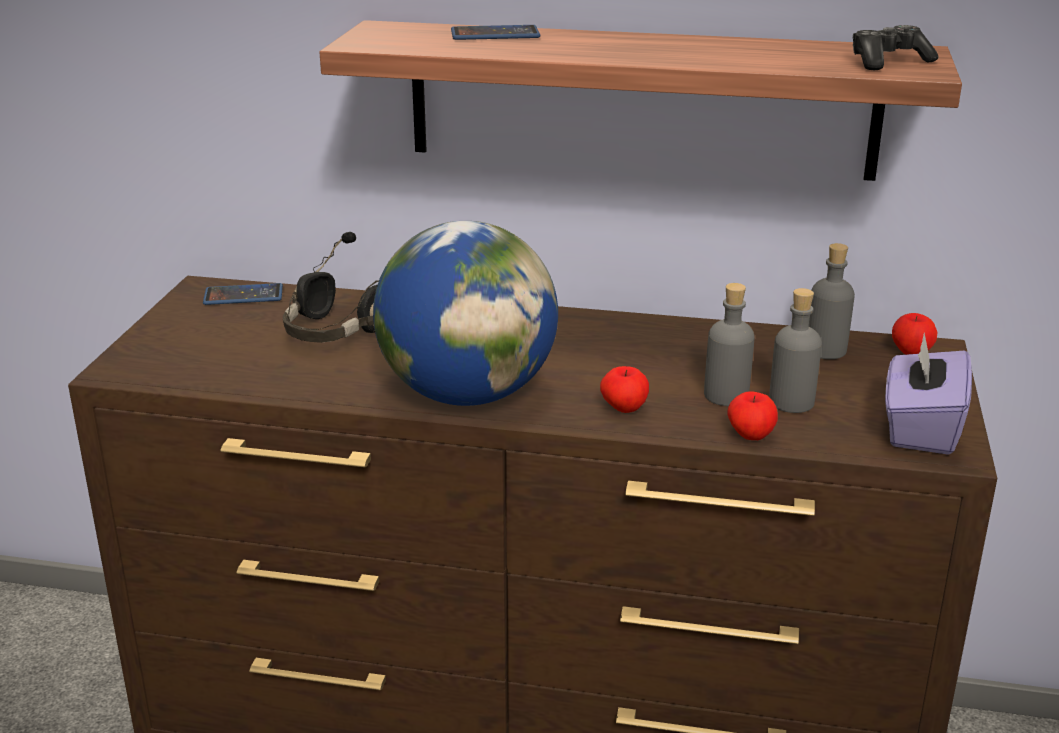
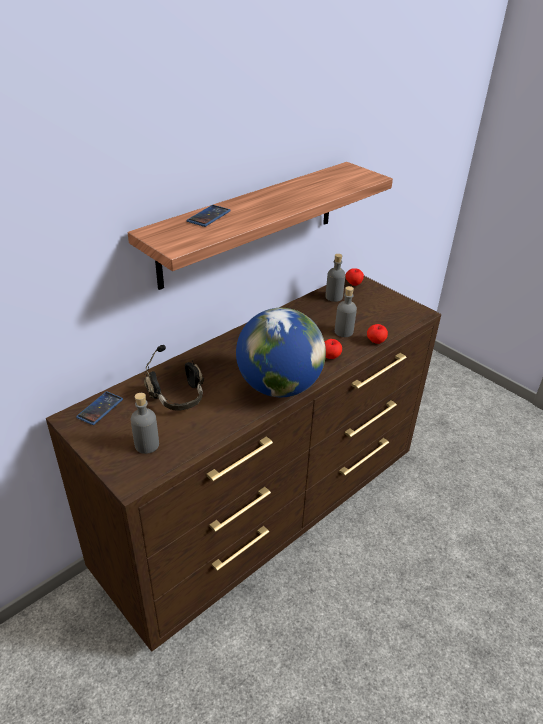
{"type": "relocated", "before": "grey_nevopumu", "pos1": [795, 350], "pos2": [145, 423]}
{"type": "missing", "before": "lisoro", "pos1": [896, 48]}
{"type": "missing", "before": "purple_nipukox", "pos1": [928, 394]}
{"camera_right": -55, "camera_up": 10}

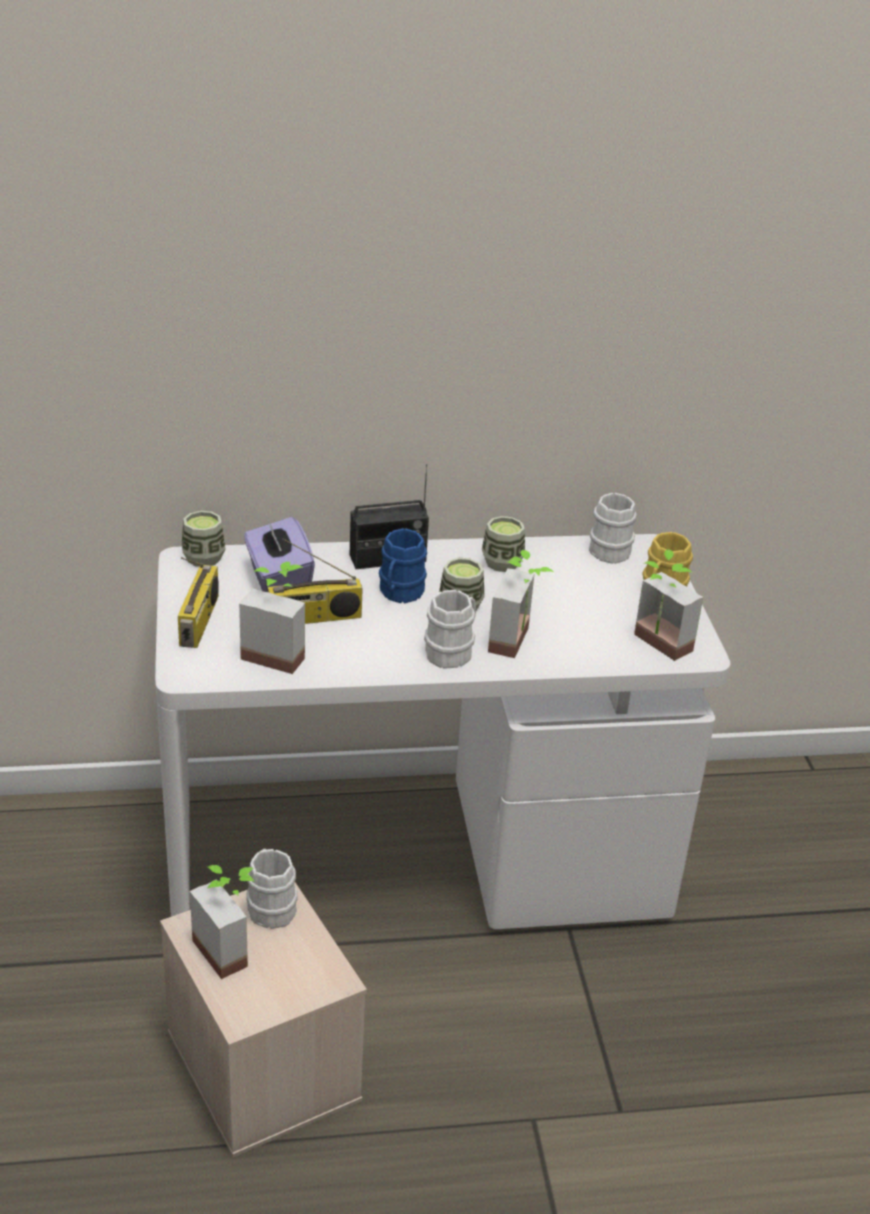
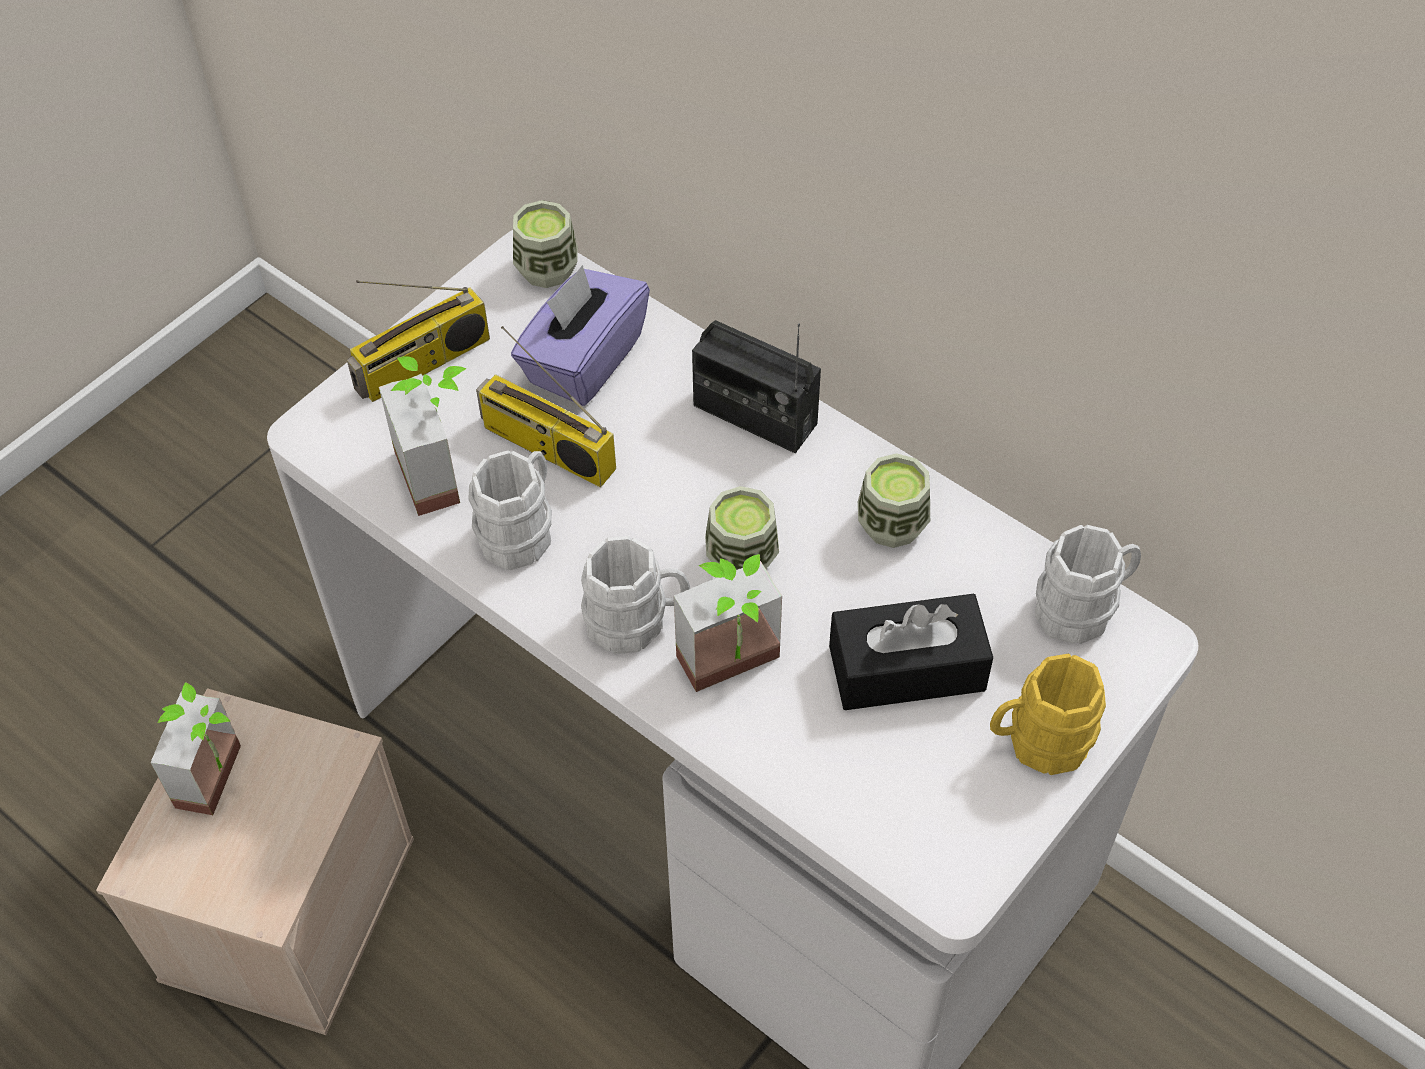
{"type": "relocated", "before": "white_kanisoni", "pos1": [272, 889], "pos2": [510, 510]}
{"type": "missing", "before": "blue_kanisoni", "pos1": [403, 565]}
{"type": "missing", "before": "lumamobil", "pos1": [668, 605]}
{"type": "appeared", "after": "black_nipukox", "pos2": [911, 652]}
{"camera_right": 50, "camera_up": 20}

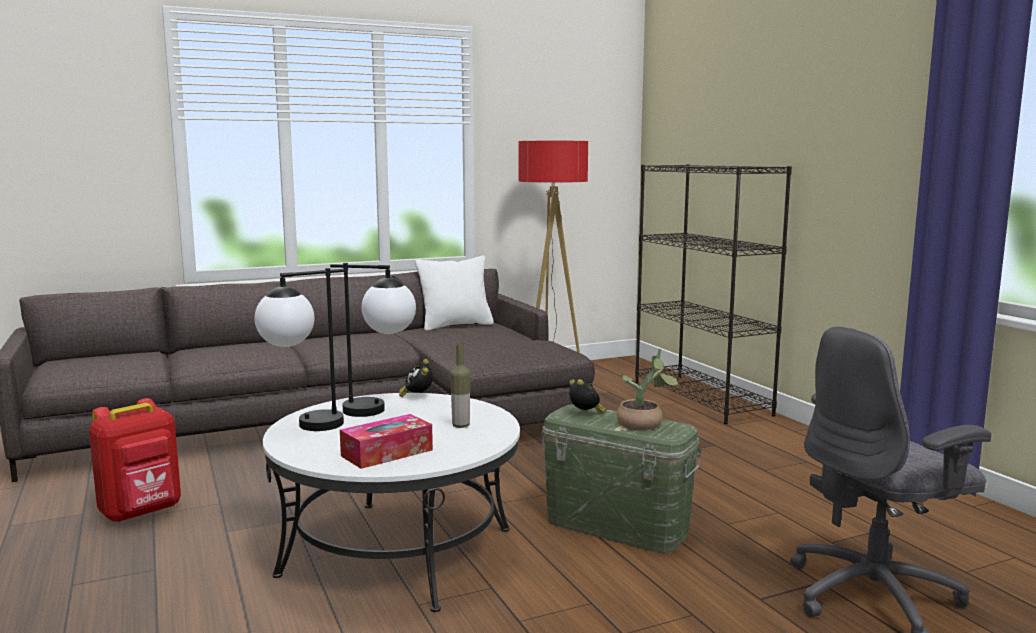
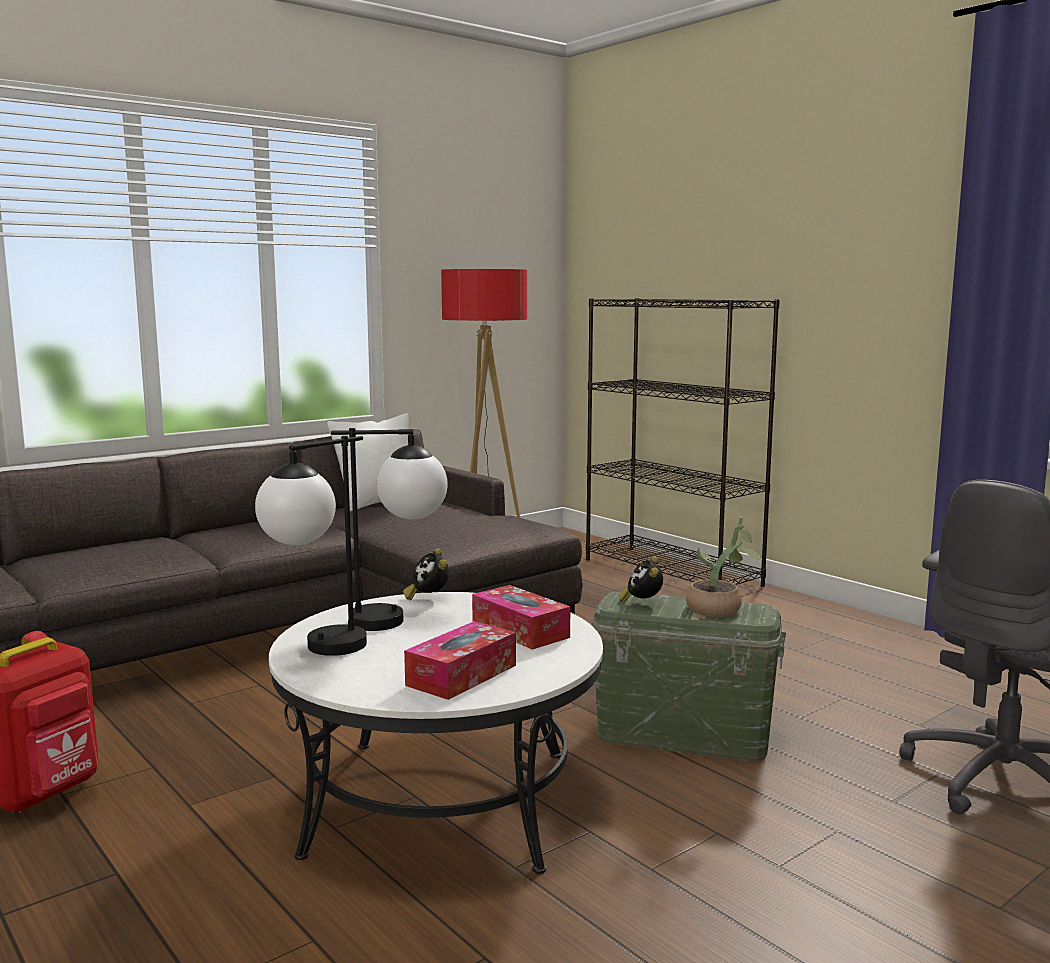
{"type": "exchanged", "before": "nevopumu", "after": "nipukox", "pos1": [460, 385], "pos2": [521, 617]}
{"type": "spun", "before": "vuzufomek", "pos1": [587, 396], "pos2": [641, 579], "turn": -135}
{"camera_right": -15, "camera_up": 0}

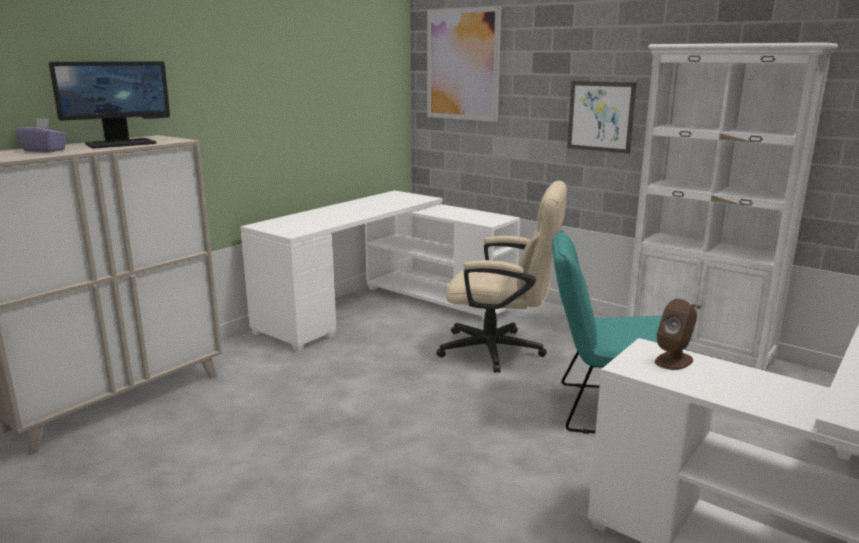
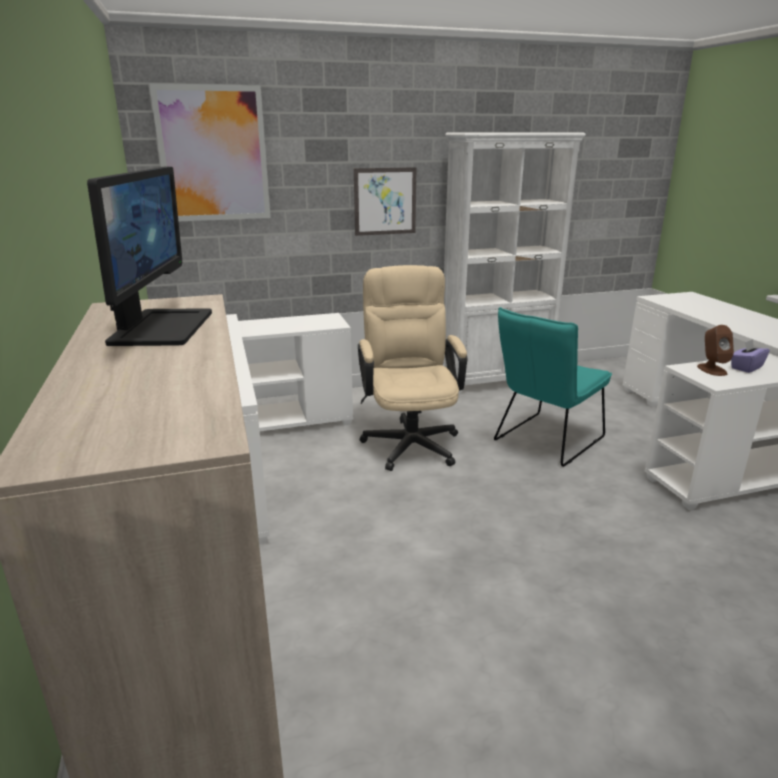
{"type": "relocated", "before": "purple_nipukox", "pos1": [41, 135], "pos2": [750, 356]}
{"type": "spun", "before": "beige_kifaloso", "pos1": [501, 277], "pos2": [412, 368], "turn": -60}
{"camera_right": -55, "camera_up": 5}

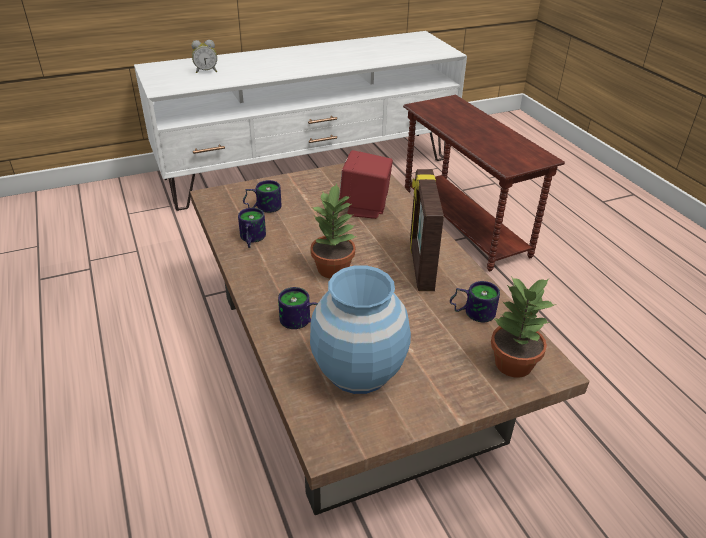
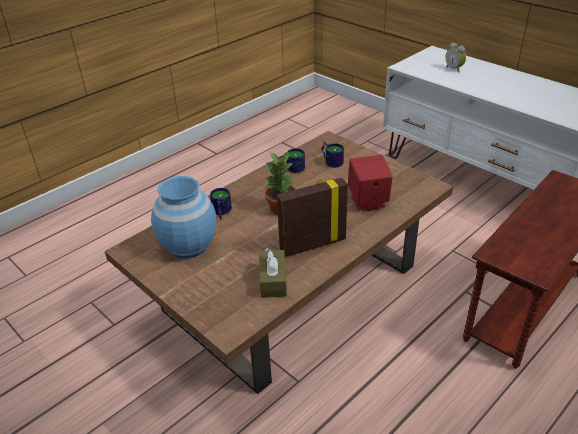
{"type": "exchanged", "before": "kanisoni", "after": "brown_nipukox", "pos1": [475, 301], "pos2": [273, 273]}
{"type": "missing", "before": "lumamobil", "pos1": [524, 327]}
{"camera_right": 70, "camera_up": 0}

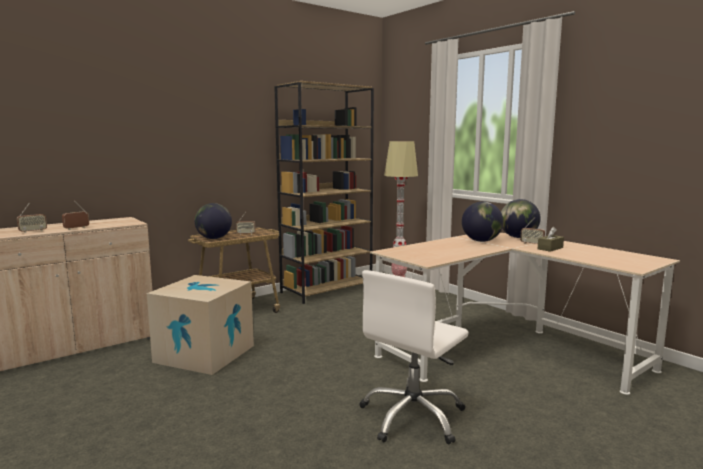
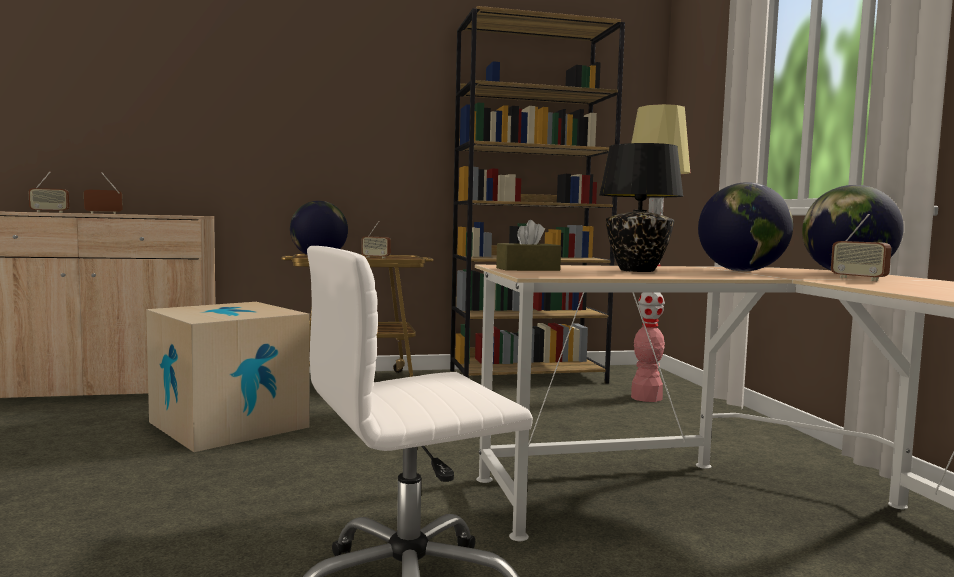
{"type": "relocated", "before": "brown_nipukox", "pos1": [551, 239], "pos2": [528, 245]}
{"type": "appeared", "after": "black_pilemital", "pos2": [641, 207]}
{"camera_right": 25, "camera_up": -5}

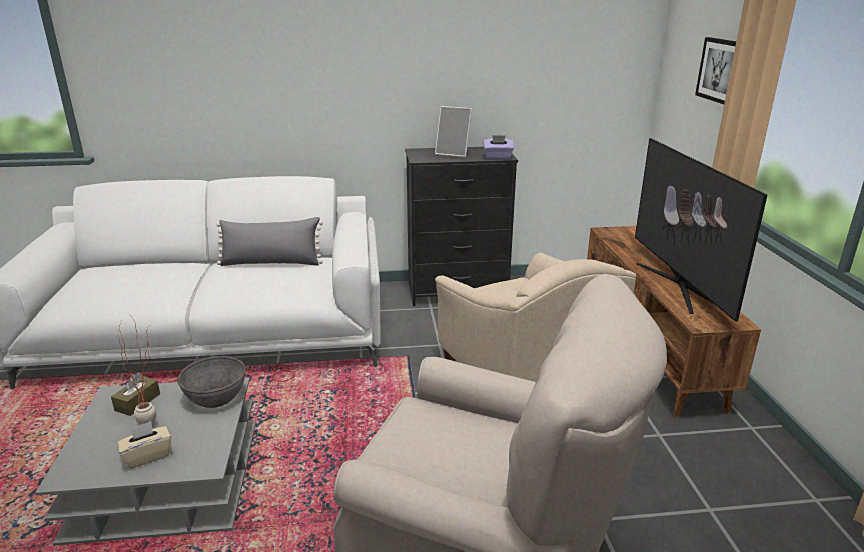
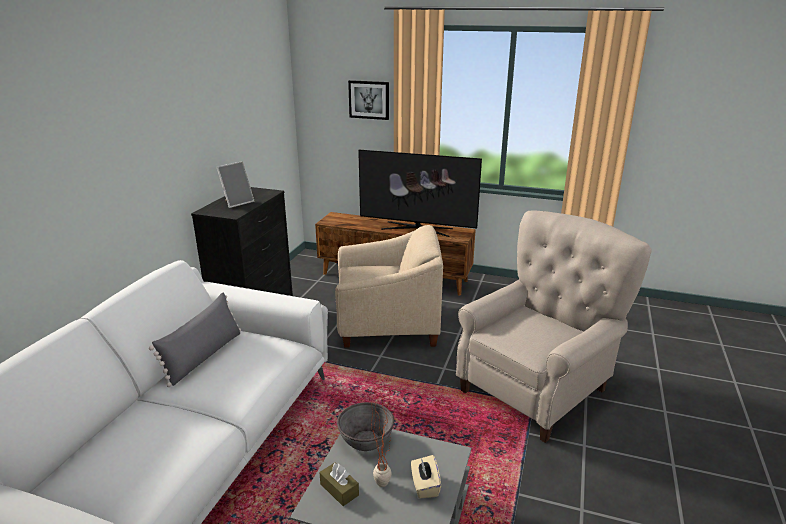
{"type": "missing", "before": "purple_nipukox", "pos1": [498, 147]}
{"camera_right": -65, "camera_up": 0}

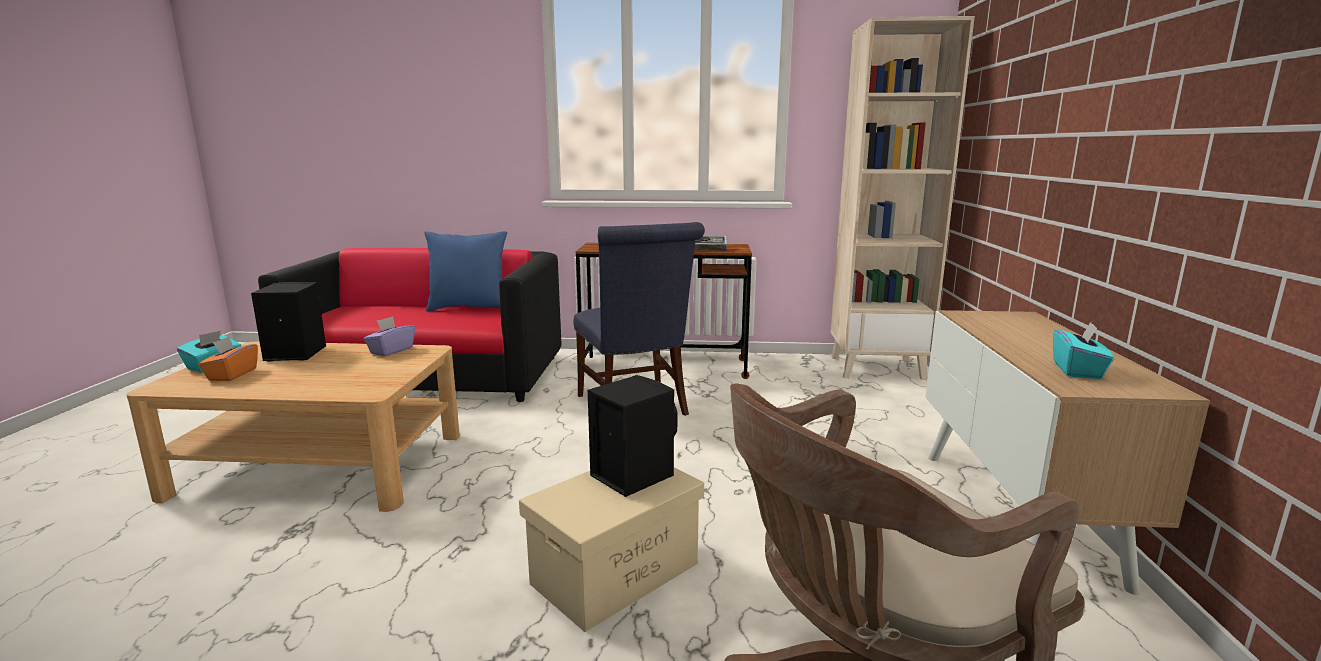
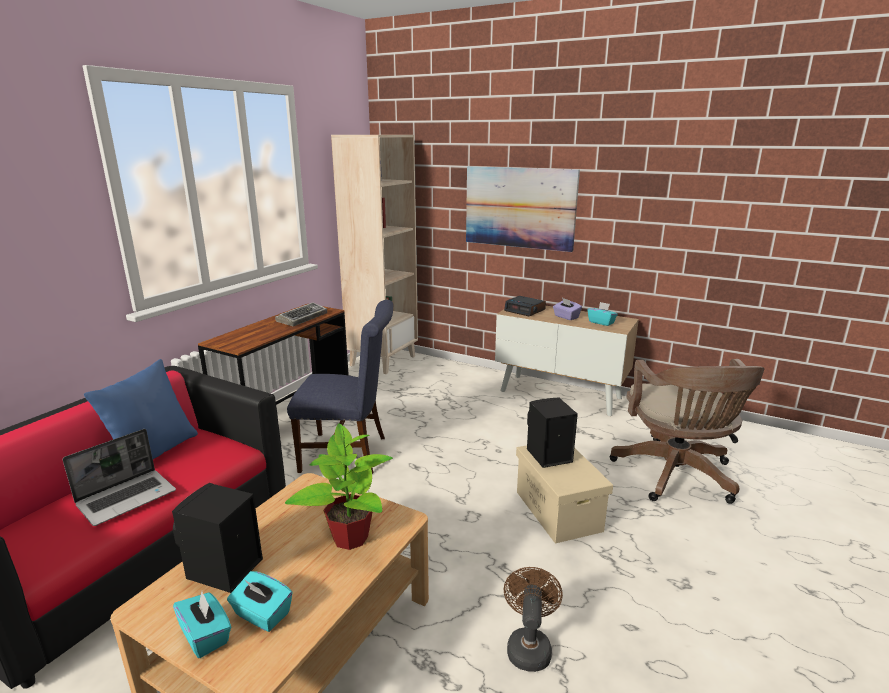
{"type": "colour", "before": "orange_nipukox", "after": "turquoise_nipukox", "pos1": [228, 358], "pos2": [260, 601]}
{"type": "relocated", "before": "purple_nipukox", "pos1": [389, 336], "pos2": [567, 309]}
{"type": "appeared", "after": "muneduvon", "pos2": [119, 477]}
{"type": "appeared", "after": "lumamobil", "pos2": [339, 486]}
{"type": "appeared", "after": "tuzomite", "pos2": [523, 209]}
{"type": "appeared", "after": "vuzufomek", "pos2": [525, 306]}
{"type": "appeared", "after": "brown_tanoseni", "pos2": [533, 619]}
{"camera_right": -65, "camera_up": 5}

